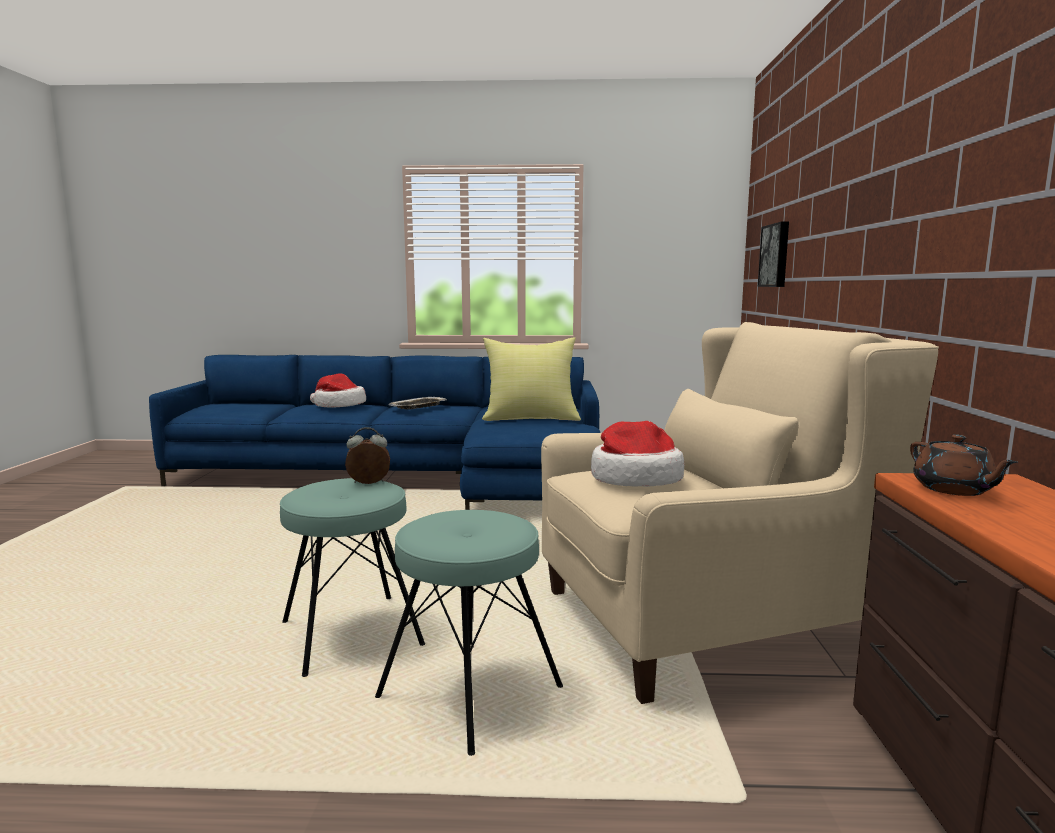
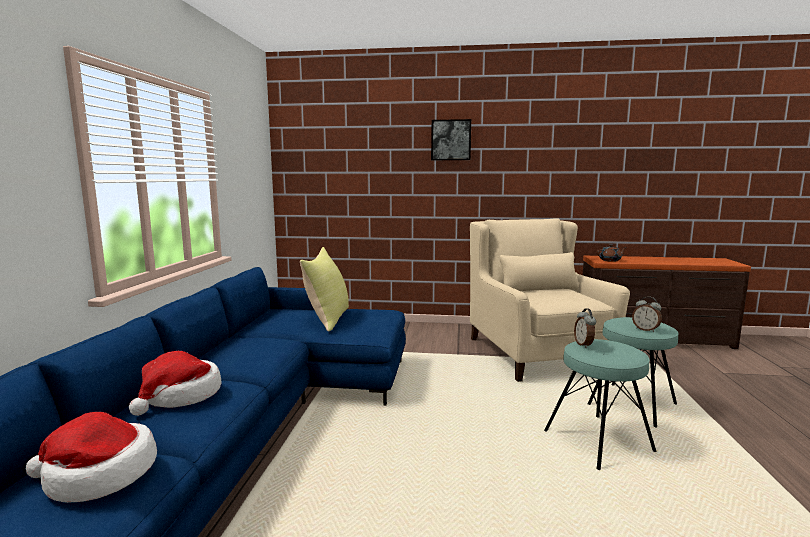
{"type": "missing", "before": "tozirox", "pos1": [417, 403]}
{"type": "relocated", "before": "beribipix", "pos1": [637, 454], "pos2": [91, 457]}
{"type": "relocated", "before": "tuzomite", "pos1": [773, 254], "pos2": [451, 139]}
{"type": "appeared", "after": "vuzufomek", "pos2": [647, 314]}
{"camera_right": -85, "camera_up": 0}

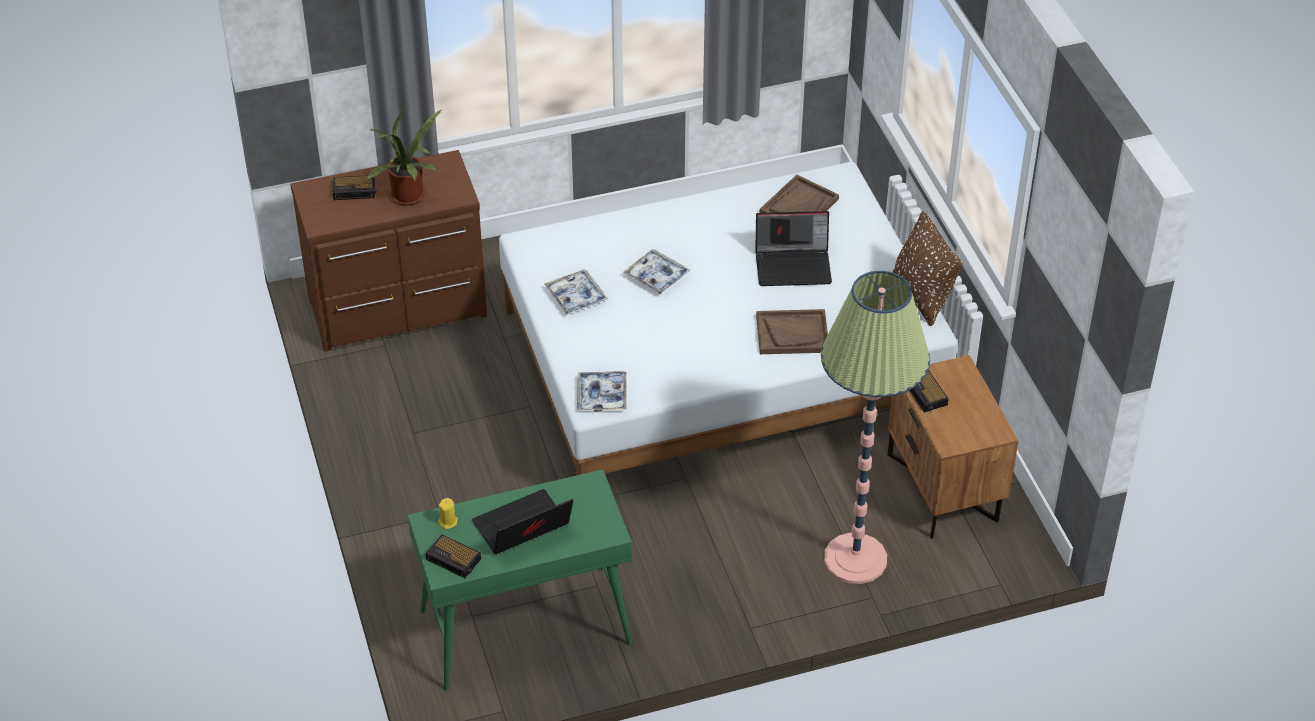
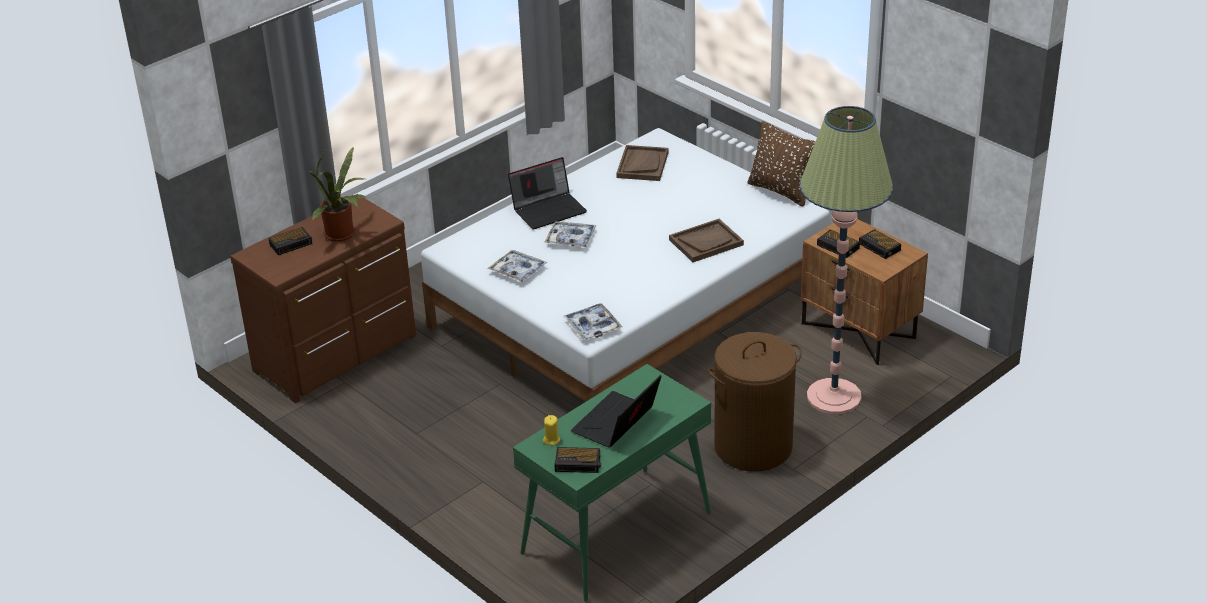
{"type": "relocated", "before": "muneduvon", "pos1": [793, 248], "pos2": [547, 193]}
{"type": "appeared", "after": "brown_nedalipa", "pos2": [755, 402]}
{"type": "appeared", "after": "vuzufomek", "pos2": [880, 244]}
{"camera_right": -25, "camera_up": -10}

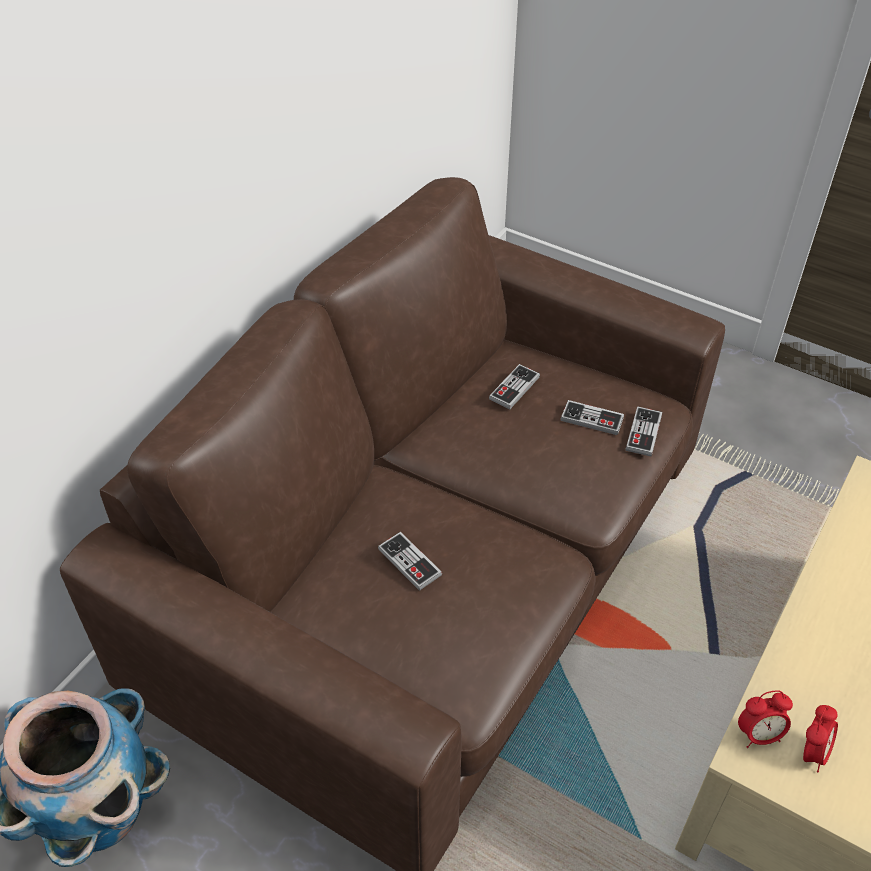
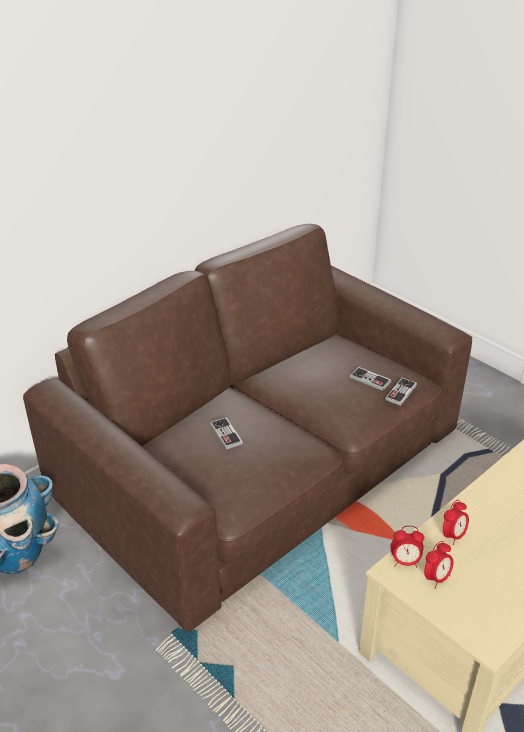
{"type": "missing", "before": "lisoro", "pos1": [514, 386]}
{"type": "appeared", "after": "vuzufomek", "pos2": [456, 522]}
{"camera_right": 15, "camera_up": -10}

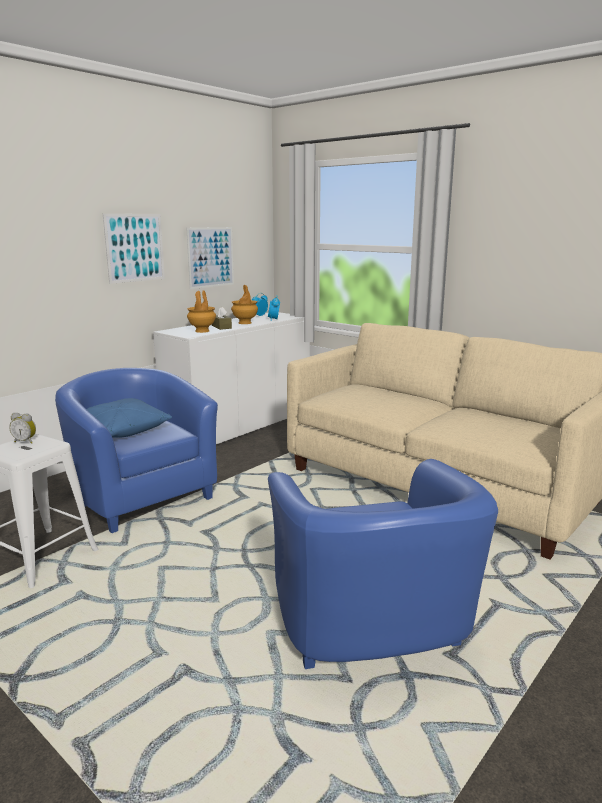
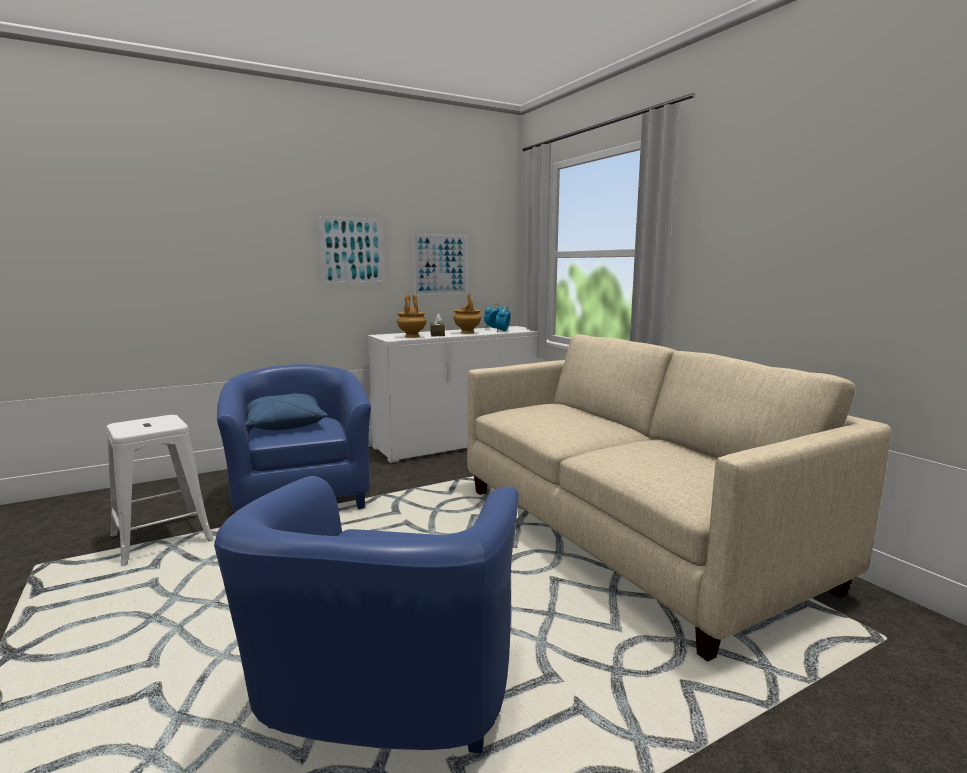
{"type": "missing", "before": "vuzufomek", "pos1": [22, 428]}
{"camera_right": 20, "camera_up": -5}

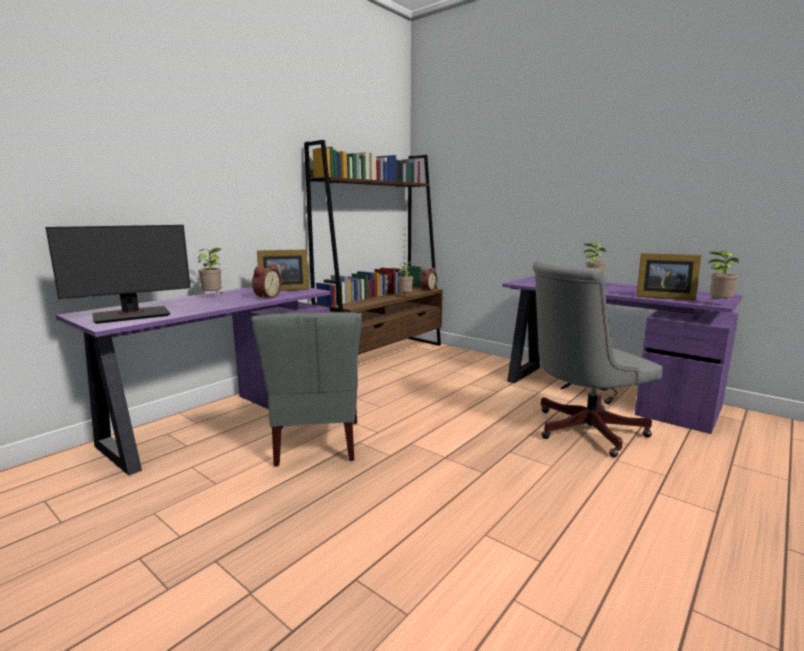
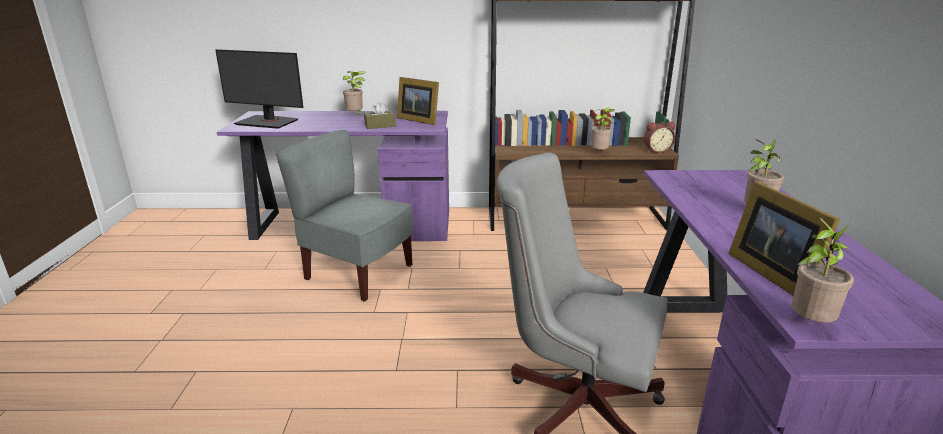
{"type": "spun", "before": "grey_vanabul", "pos1": [306, 389], "pos2": [344, 215], "turn": 75}
{"type": "exchanged", "before": "vuzufomek", "after": "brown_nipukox", "pos1": [267, 281], "pos2": [380, 115]}
{"camera_right": 50, "camera_up": 10}

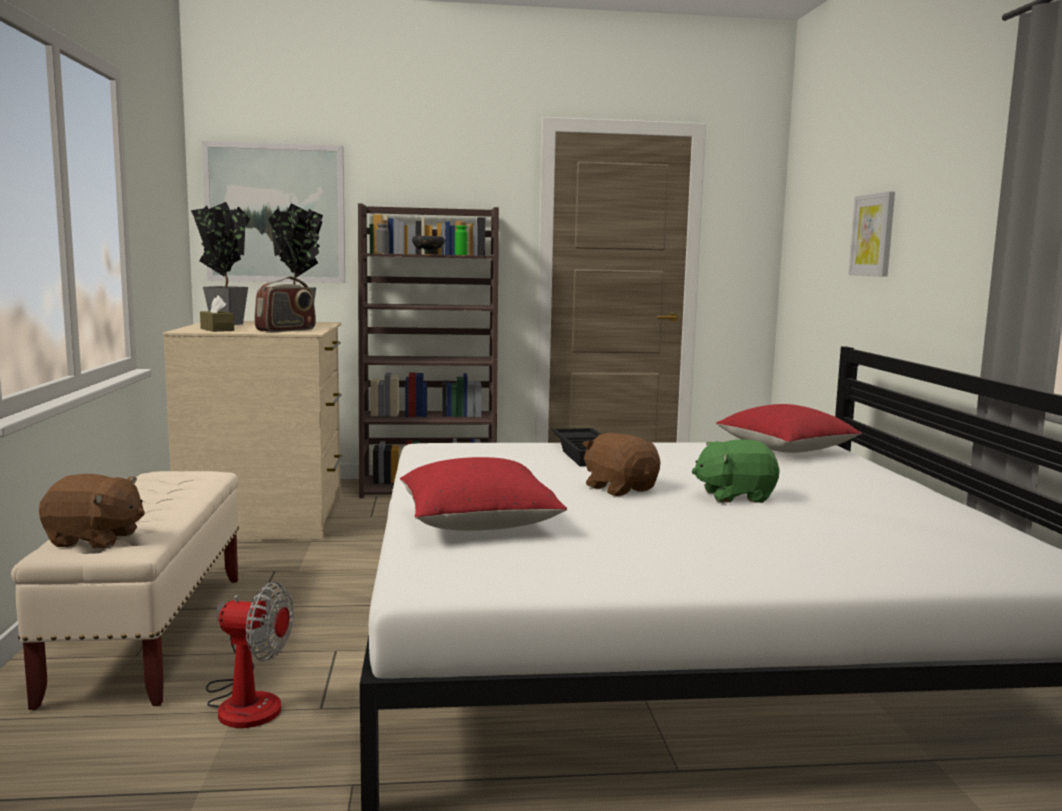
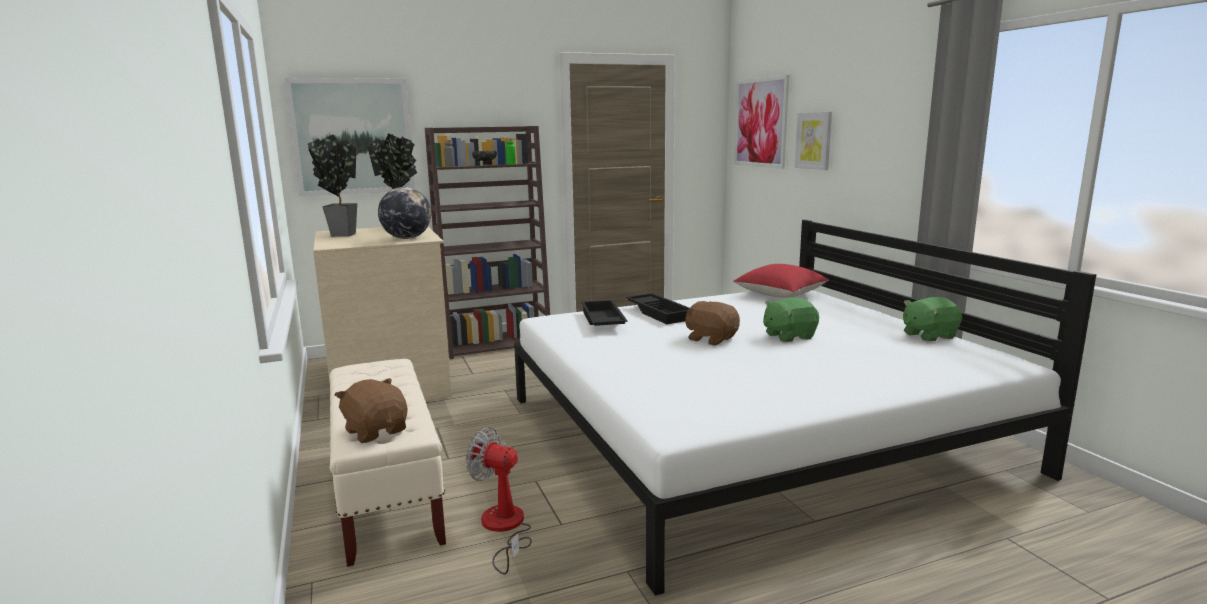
{"type": "spun", "before": "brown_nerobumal", "pos1": [92, 511], "pos2": [371, 410], "turn": -120}
{"type": "missing", "before": "brown_nipukox", "pos1": [217, 313]}
{"type": "spun", "before": "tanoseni", "pos1": [250, 655], "pos2": [498, 500], "turn": -150}
{"type": "exchanged", "before": "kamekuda", "after": "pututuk", "pos1": [285, 304], "pos2": [404, 213]}
{"type": "missing", "before": "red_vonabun", "pos1": [483, 494]}
{"type": "appeared", "after": "black_tozirox", "pos2": [604, 313]}
{"type": "appeared", "after": "tuzomite", "pos2": [761, 122]}
{"type": "appeared", "after": "green_nerobumal", "pos2": [932, 319]}
{"camera_right": -15, "camera_up": 5}

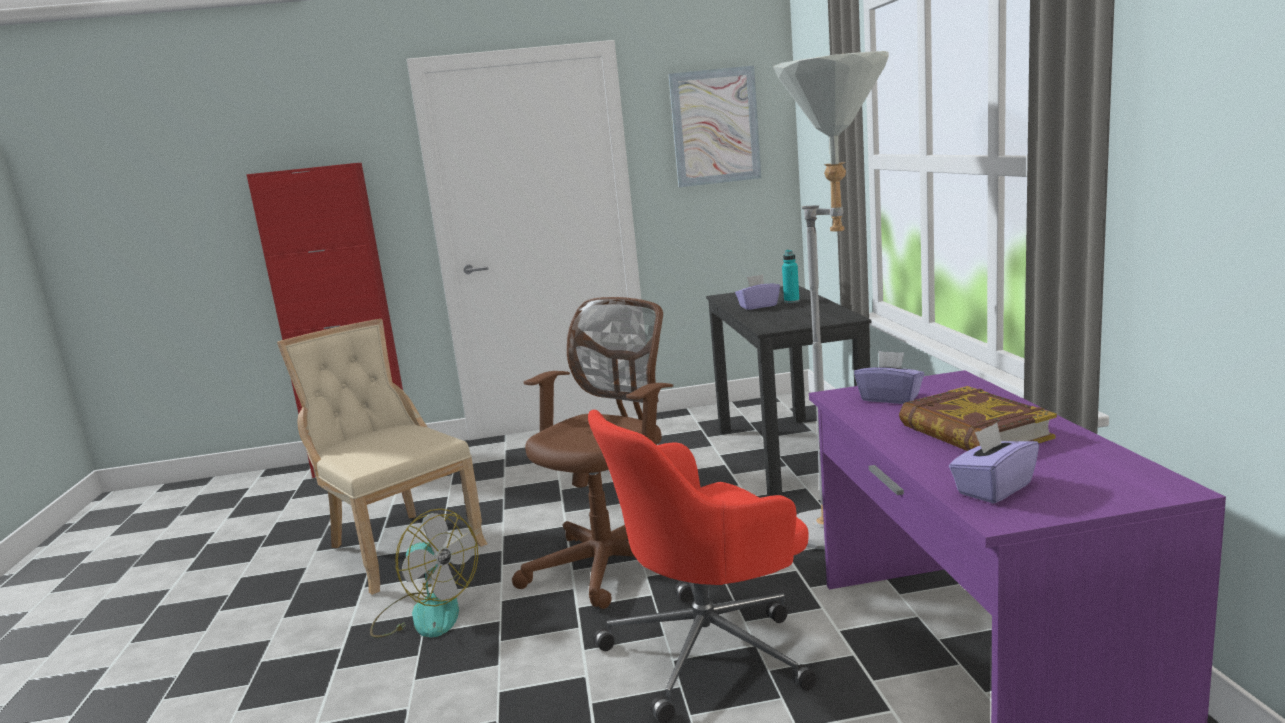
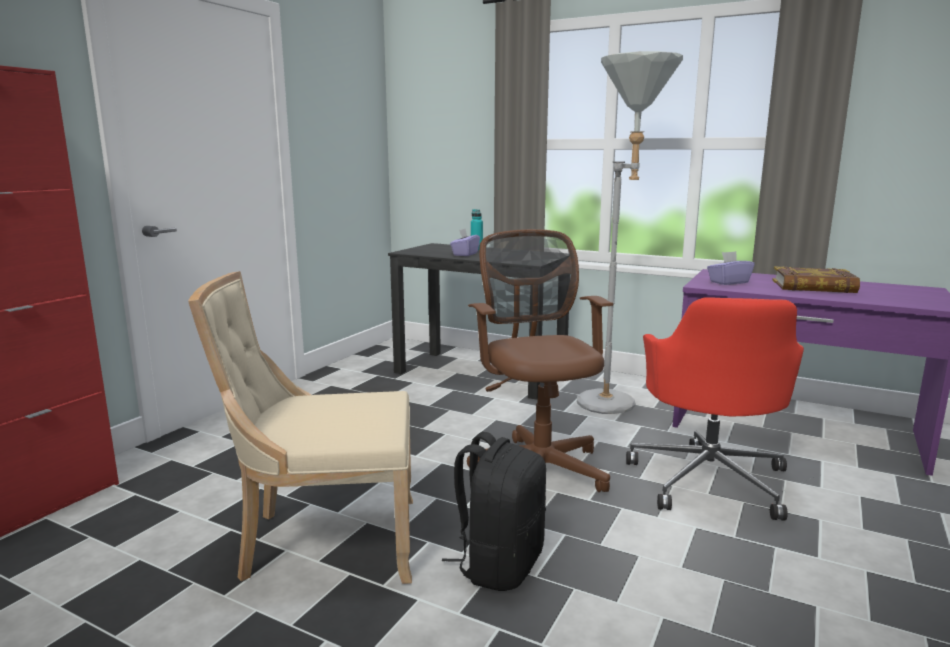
{"type": "exchanged", "before": "tanoseni", "after": "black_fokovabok", "pos1": [424, 573], "pos2": [494, 511]}
{"type": "missing", "before": "tuzomite", "pos1": [714, 126]}
{"type": "missing", "before": "purple_nipukox", "pos1": [994, 463]}
{"camera_right": -55, "camera_up": 0}

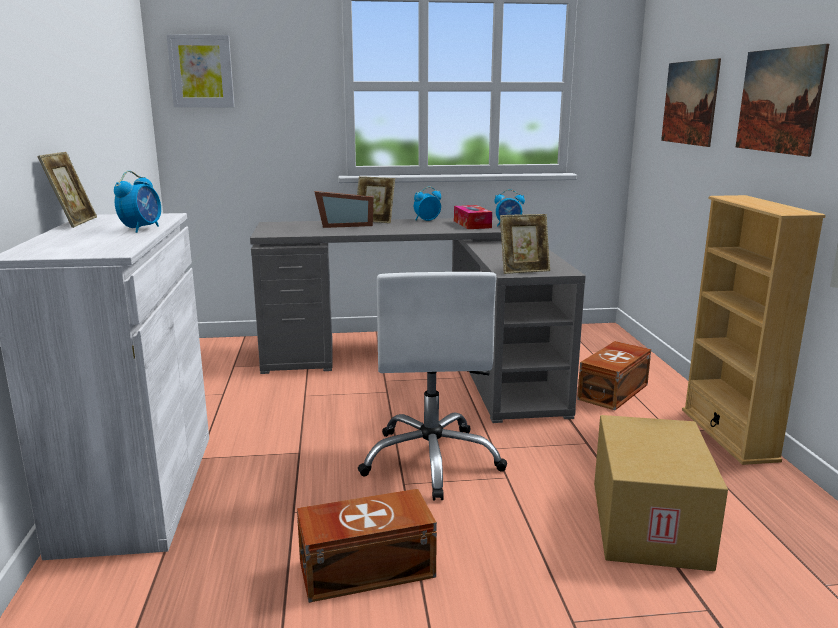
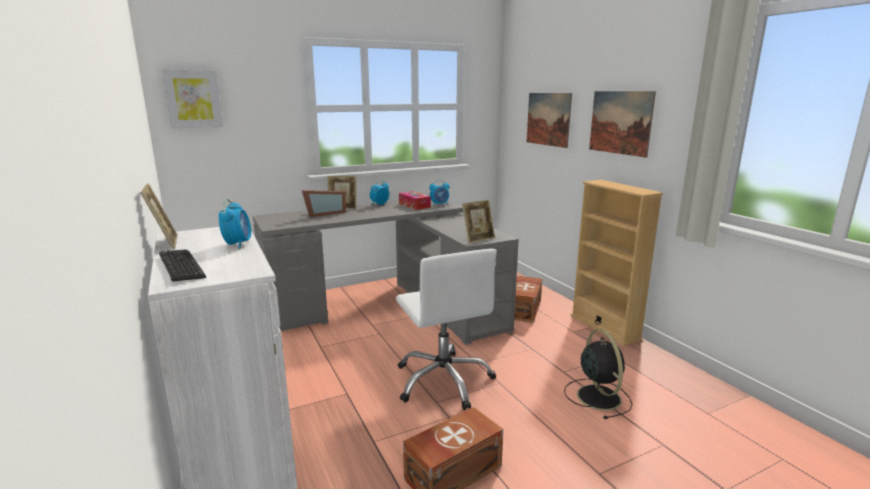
{"type": "exchanged", "before": "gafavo", "after": "black_tanoseni", "pos1": [661, 493], "pos2": [598, 374]}
{"type": "appeared", "after": "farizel", "pos2": [182, 265]}
{"camera_right": -20, "camera_up": 0}

